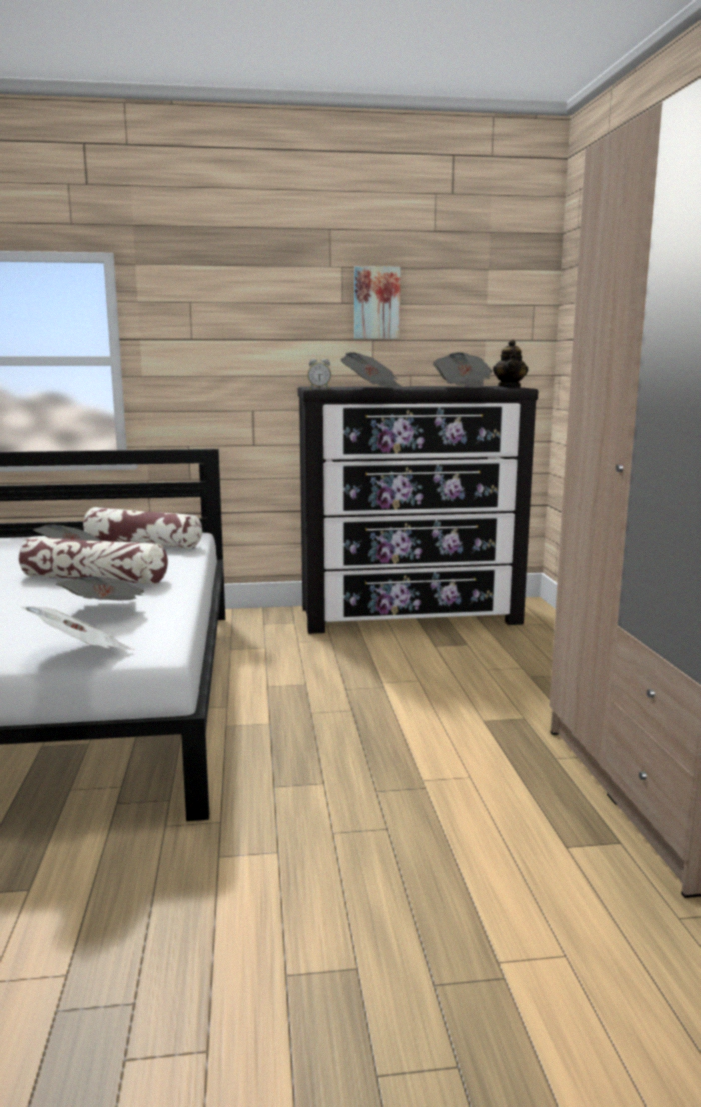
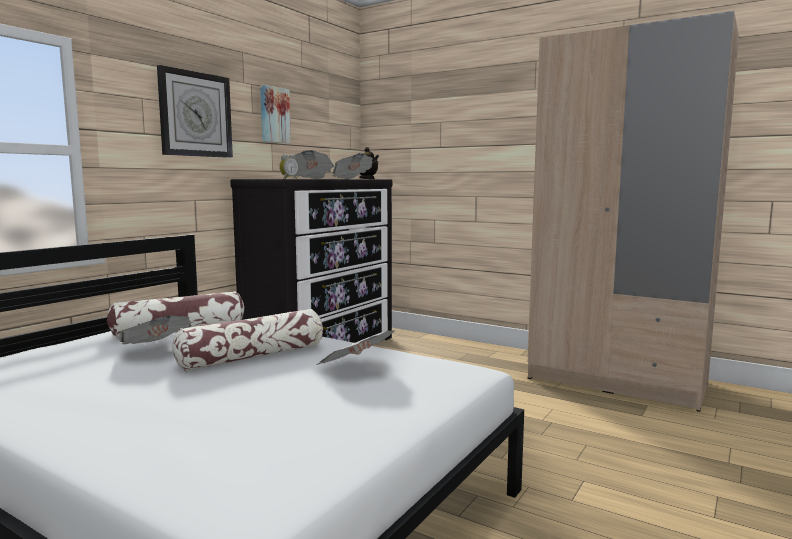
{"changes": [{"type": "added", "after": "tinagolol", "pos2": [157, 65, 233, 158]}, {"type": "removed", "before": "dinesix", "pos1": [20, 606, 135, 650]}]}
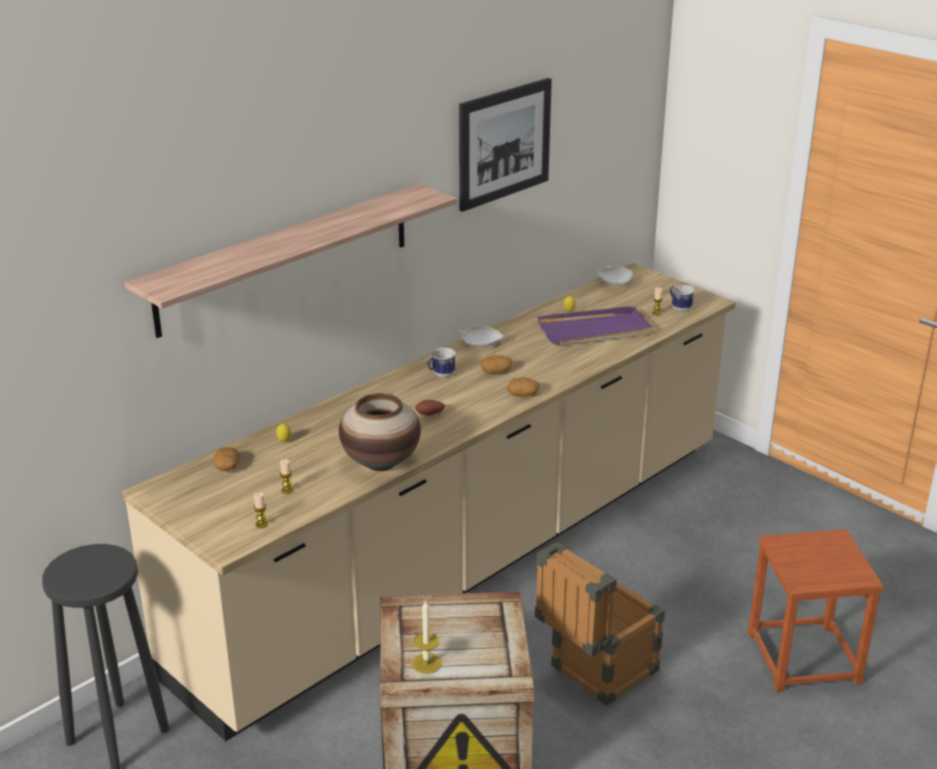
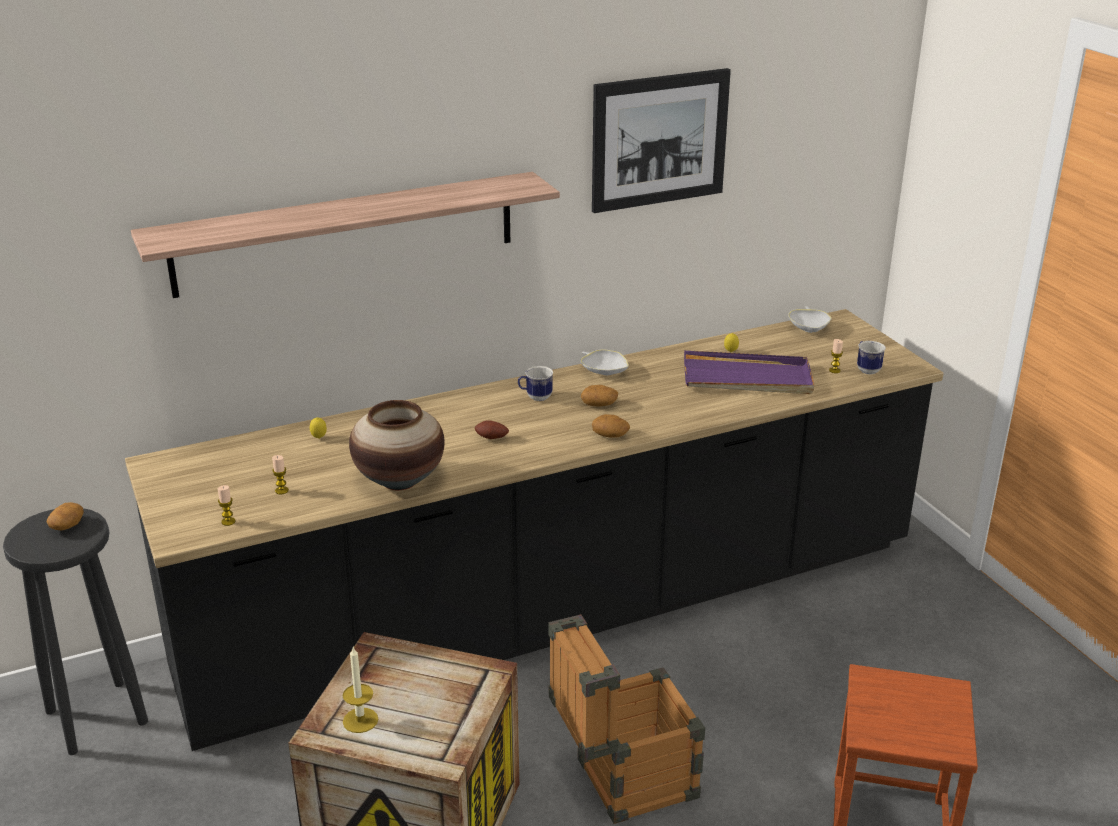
{"changes": [{"type": "moved", "before": "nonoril", "pos1": [213, 447, 240, 471], "pos2": [47, 502, 84, 530]}, {"type": "recoloured", "before": "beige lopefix", "after": "black lopefix", "pos1": [122, 263, 736, 741], "pos2": [125, 309, 944, 751]}]}
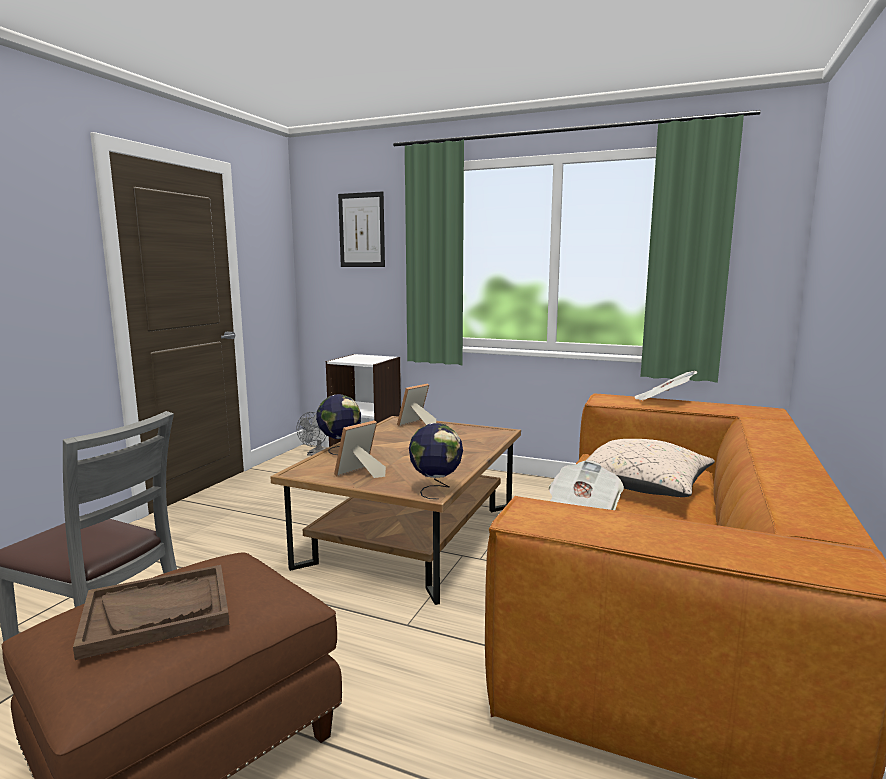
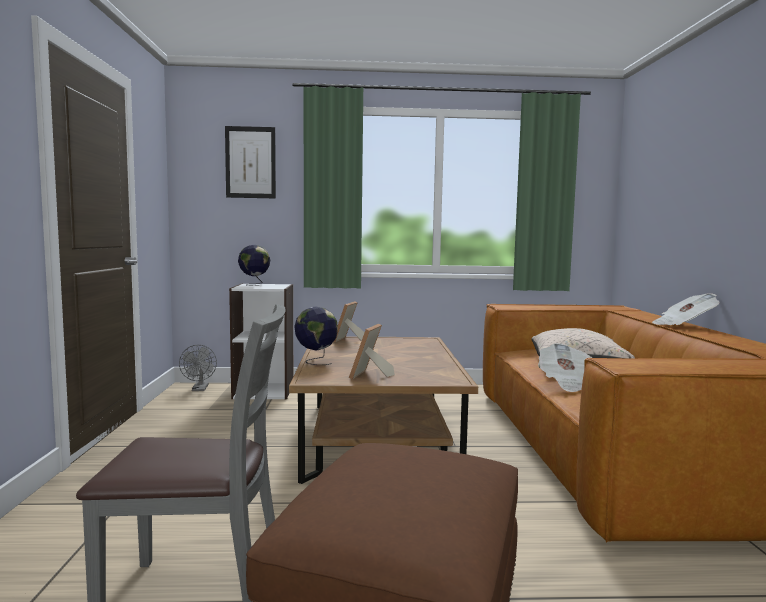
{"changes": [{"type": "moved", "before": "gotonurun", "pos1": [409, 423, 463, 499], "pos2": [238, 245, 270, 286]}, {"type": "moved", "before": "dinesix", "pos1": [634, 371, 697, 401], "pos2": [652, 293, 720, 325]}, {"type": "removed", "before": "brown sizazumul", "pos1": [73, 565, 229, 660]}]}
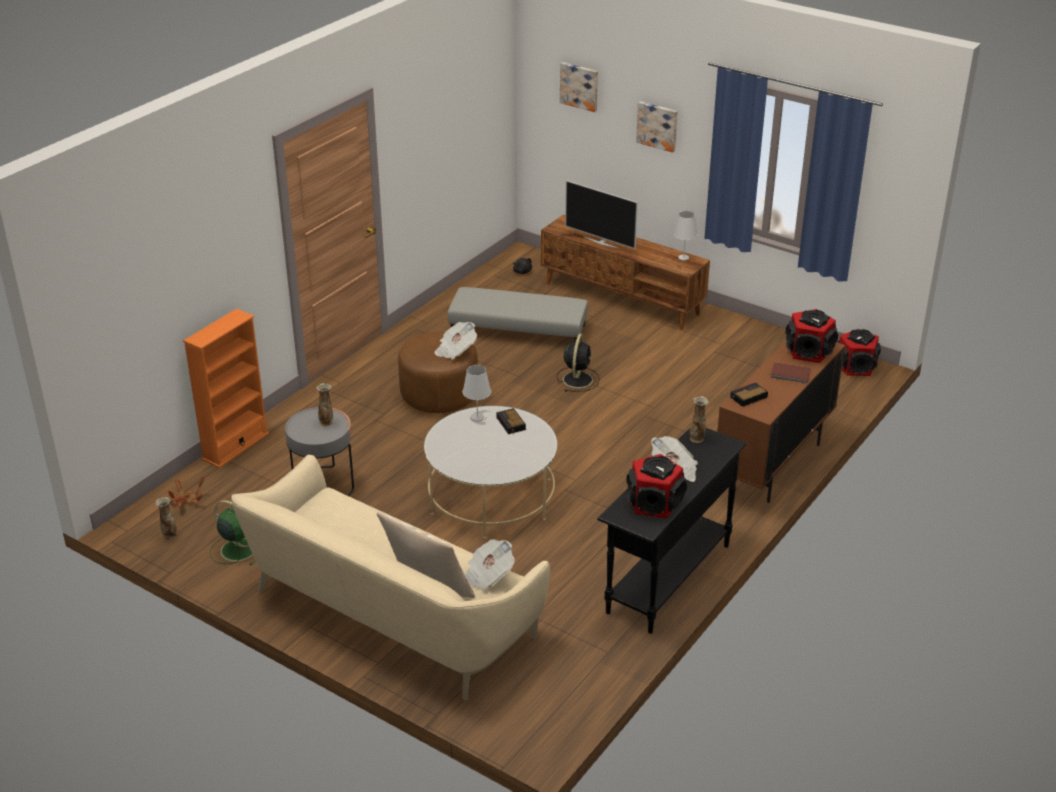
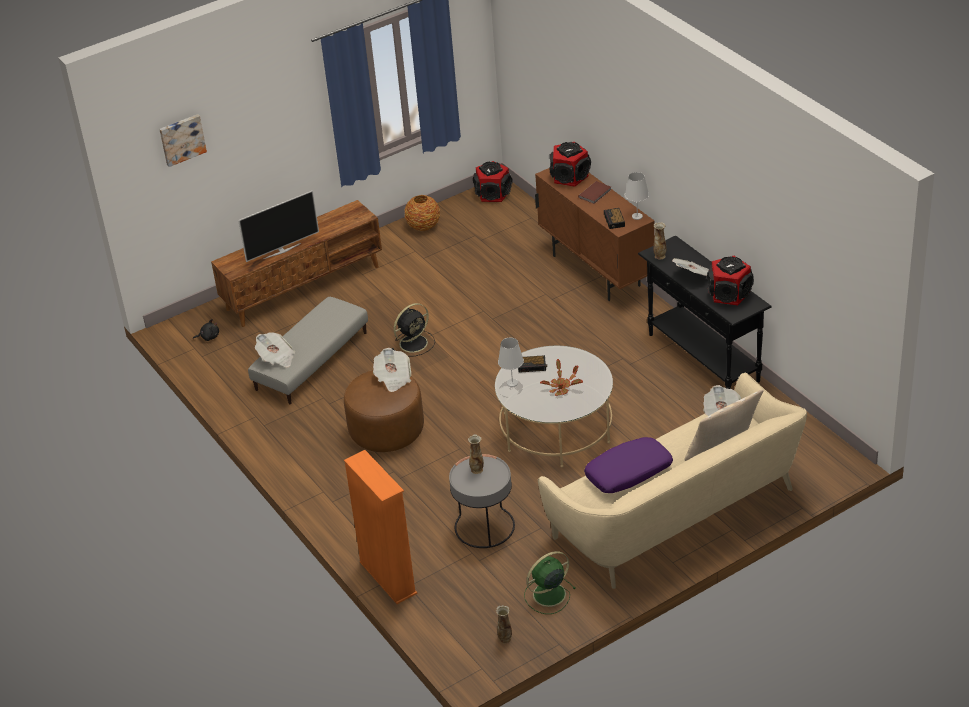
{"changes": [{"type": "added", "after": "dinesix", "pos2": [255, 332, 295, 367]}, {"type": "turned", "before": "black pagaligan", "pos1": [557, 334, 600, 392], "pos2": [392, 303, 435, 356], "turn": 105}, {"type": "added", "after": "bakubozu", "pos2": [404, 195, 440, 231]}, {"type": "moved", "before": "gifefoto", "pos1": [168, 477, 205, 507], "pos2": [540, 359, 583, 396]}, {"type": "added", "after": "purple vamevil", "pos2": [584, 437, 673, 493]}, {"type": "moved", "before": "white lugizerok", "pos1": [673, 211, 698, 260], "pos2": [625, 172, 649, 220]}, {"type": "removed", "before": "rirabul", "pos1": [636, 101, 678, 152]}]}
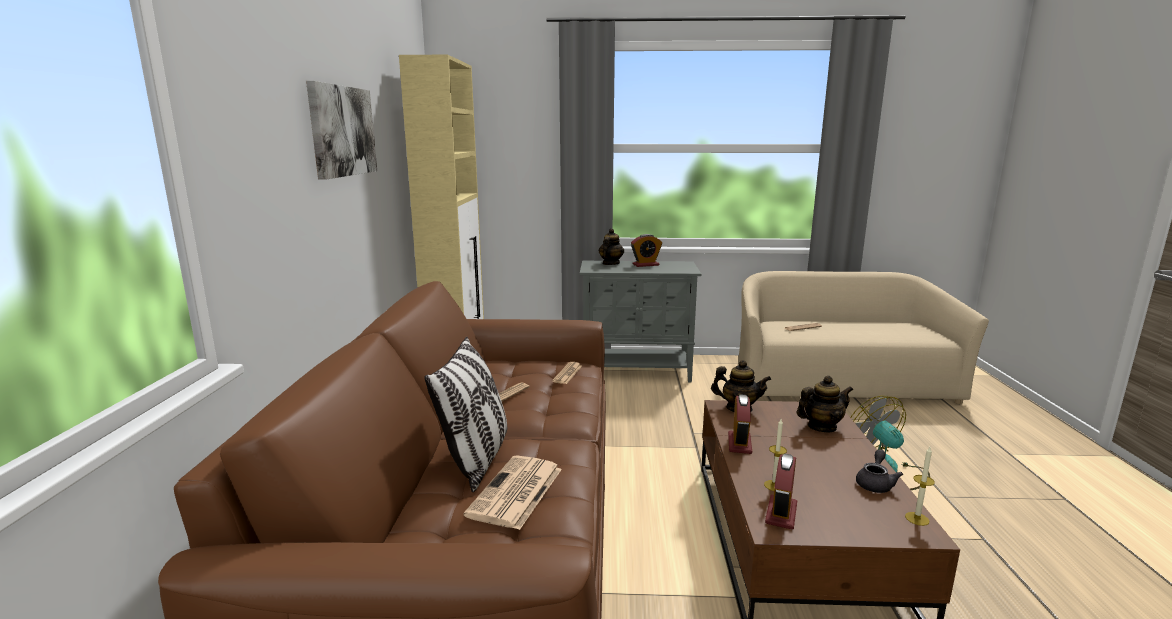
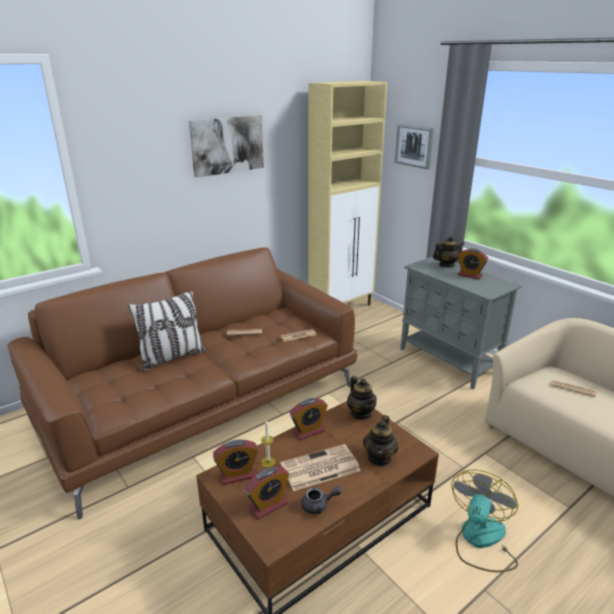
{"changes": [{"type": "added", "after": "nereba", "pos2": [244, 466, 289, 519]}, {"type": "moved", "before": "dinesix", "pos1": [464, 455, 562, 530], "pos2": [280, 444, 361, 491]}, {"type": "turned", "before": "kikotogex", "pos1": [797, 375, 853, 433], "pos2": [363, 415, 399, 467], "turn": 75}, {"type": "added", "after": "rirabul", "pos2": [395, 124, 434, 169]}, {"type": "removed", "before": "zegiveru", "pos1": [905, 447, 935, 526]}]}
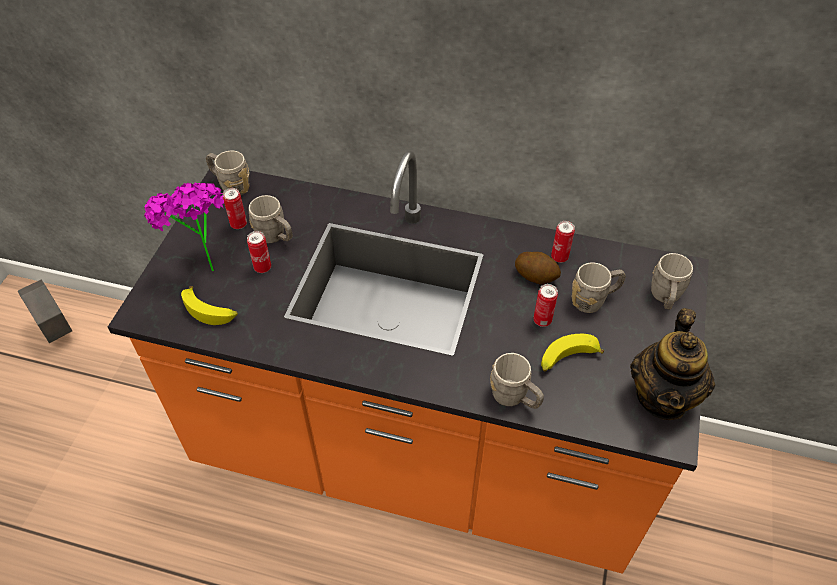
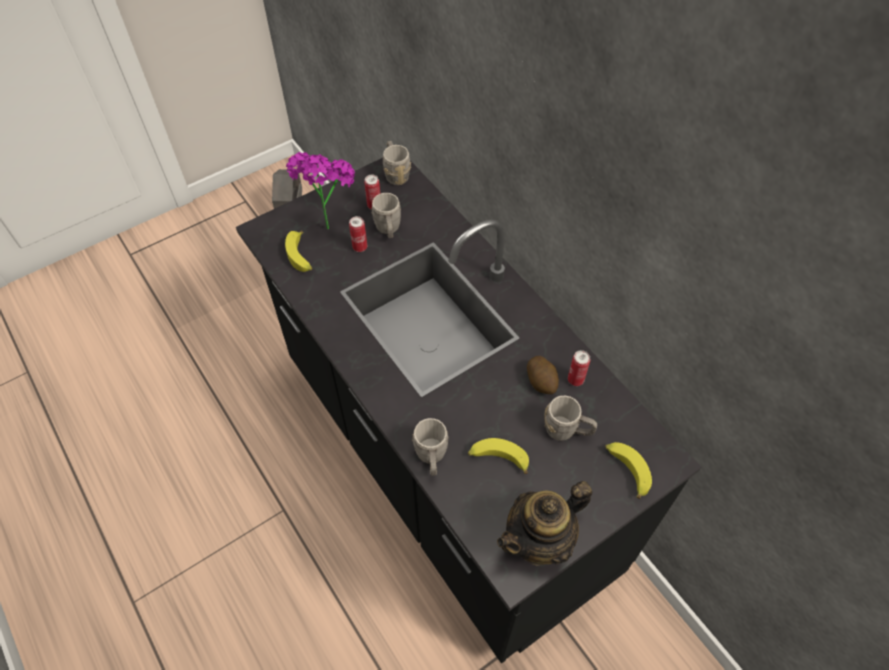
{"changes": [{"type": "recoloured", "before": "orange lopefix", "after": "black lopefix", "pos1": [108, 151, 709, 574], "pos2": [236, 158, 701, 663]}, {"type": "replaced", "before": "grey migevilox", "after": "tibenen", "pos1": [651, 253, 693, 310], "pos2": [605, 442, 652, 499]}, {"type": "removed", "before": "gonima", "pos1": [533, 284, 558, 327]}]}
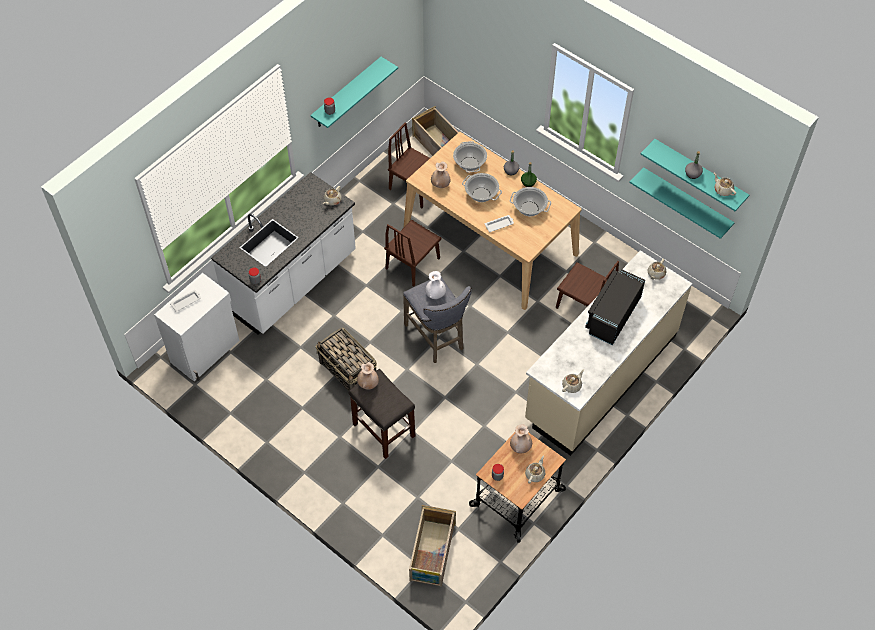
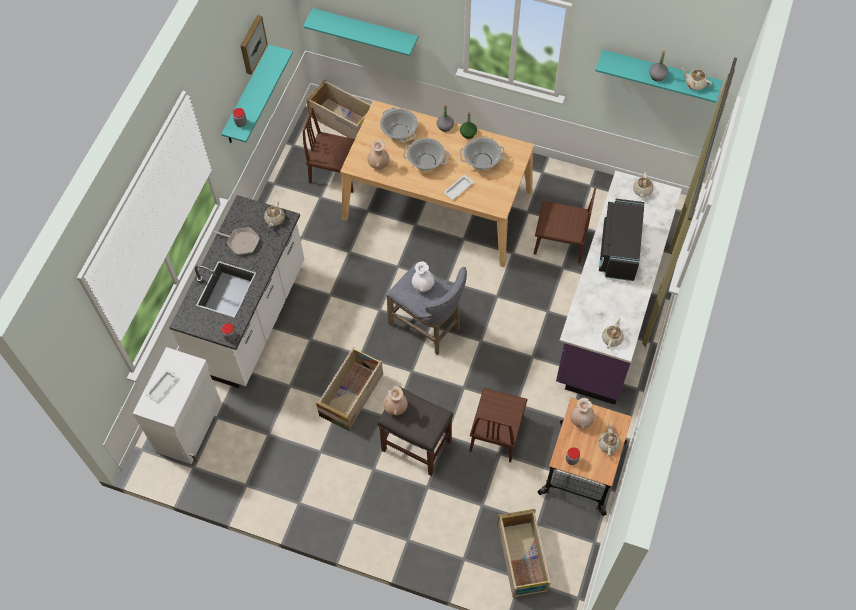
{"changes": [{"type": "added", "after": "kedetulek", "pos2": [212, 227, 260, 255]}, {"type": "added", "after": "rirabul", "pos2": [240, 15, 268, 75]}, {"type": "moved", "before": "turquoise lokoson", "pos1": [629, 167, 735, 239], "pos2": [303, 8, 418, 56]}, {"type": "replaced", "before": "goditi", "after": "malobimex", "pos1": [315, 328, 377, 391], "pos2": [316, 347, 383, 431]}, {"type": "moved", "before": "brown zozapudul", "pos1": [384, 220, 441, 287], "pos2": [469, 388, 528, 463]}, {"type": "recoloured", "before": "beige lopefix", "after": "purple lopefix", "pos1": [525, 250, 692, 456], "pos2": [556, 171, 682, 405]}]}
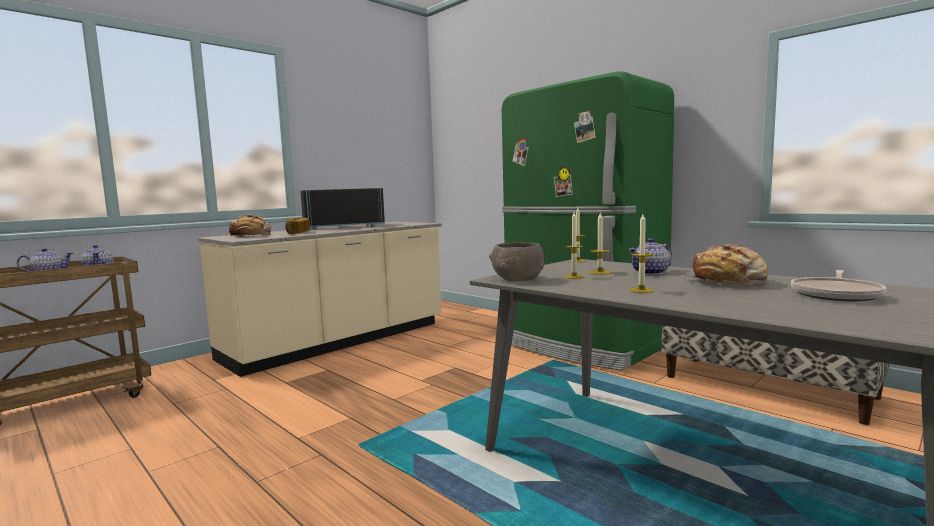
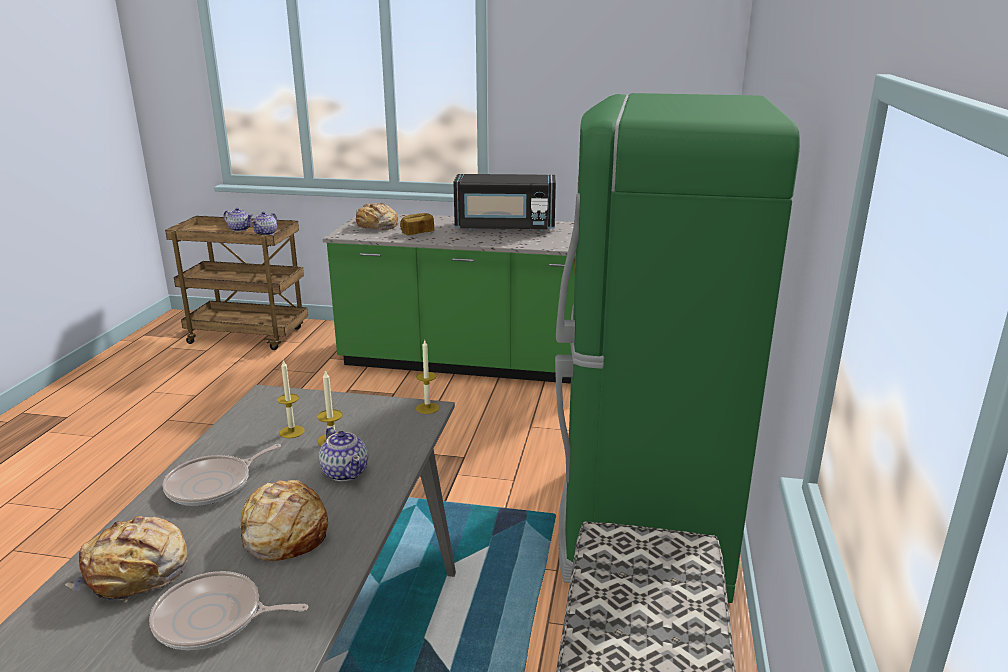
{"changes": [{"type": "added", "after": "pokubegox", "pos2": [65, 516, 188, 603]}, {"type": "replaced", "before": "zegiveru", "after": "kedetulek", "pos1": [629, 214, 654, 293], "pos2": [162, 444, 281, 506]}, {"type": "turned", "before": "kikotogex", "pos1": [629, 238, 672, 275], "pos2": [319, 427, 368, 481], "turn": -150}, {"type": "recoloured", "before": "beige lopefix", "after": "green lopefix", "pos1": [198, 222, 442, 377], "pos2": [323, 214, 576, 384]}, {"type": "turned", "before": "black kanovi", "pos1": [300, 188, 385, 230], "pos2": [453, 174, 556, 231], "turn": 150}, {"type": "removed", "before": "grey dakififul", "pos1": [489, 242, 544, 281]}]}
